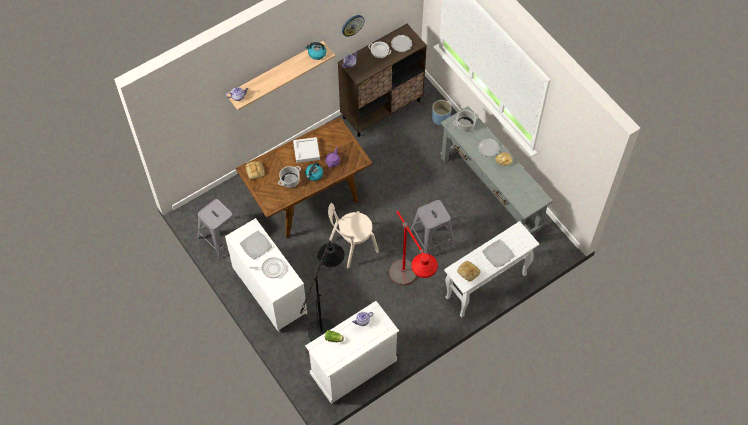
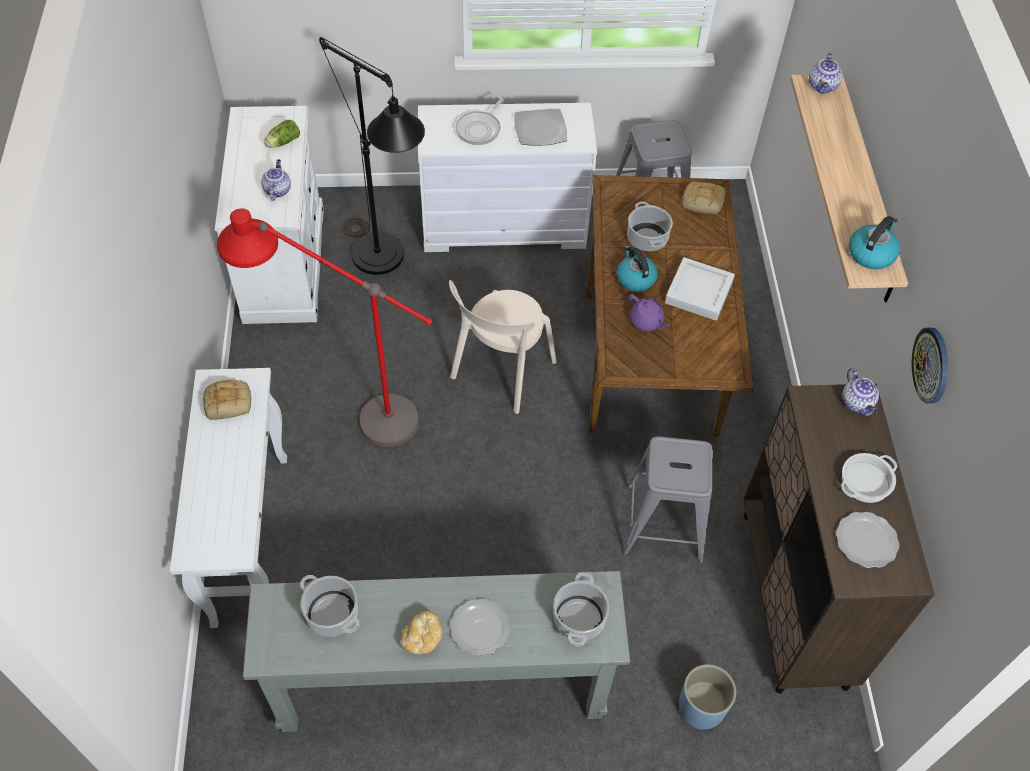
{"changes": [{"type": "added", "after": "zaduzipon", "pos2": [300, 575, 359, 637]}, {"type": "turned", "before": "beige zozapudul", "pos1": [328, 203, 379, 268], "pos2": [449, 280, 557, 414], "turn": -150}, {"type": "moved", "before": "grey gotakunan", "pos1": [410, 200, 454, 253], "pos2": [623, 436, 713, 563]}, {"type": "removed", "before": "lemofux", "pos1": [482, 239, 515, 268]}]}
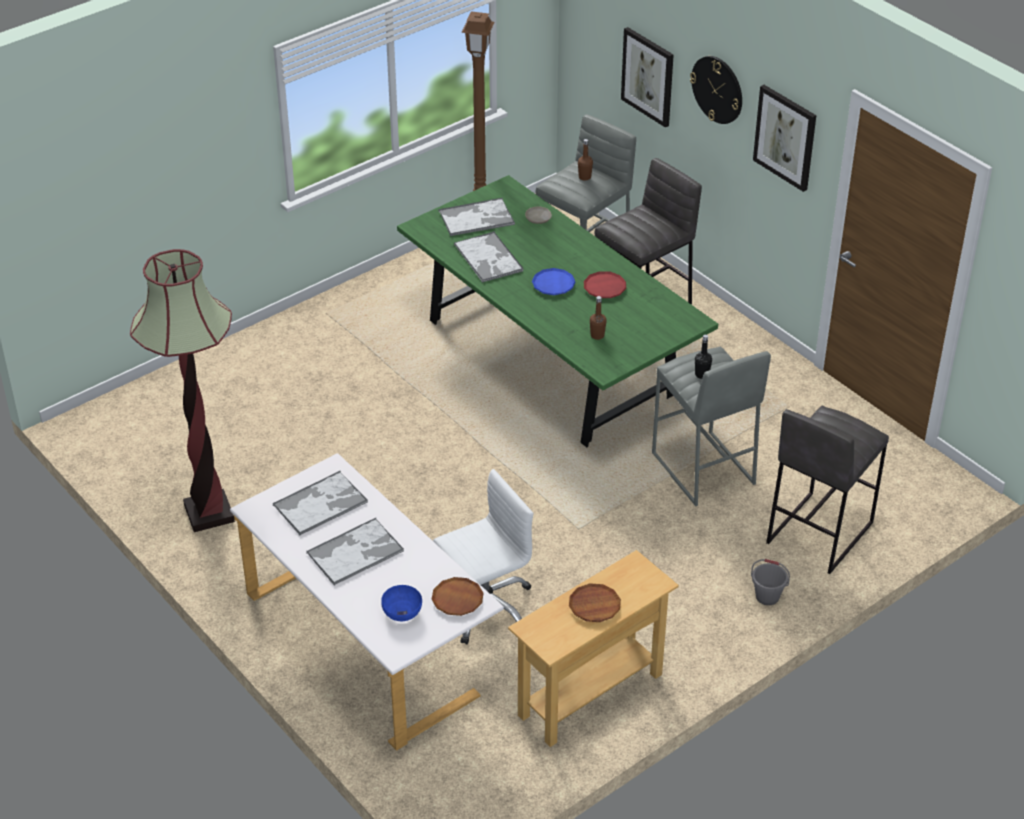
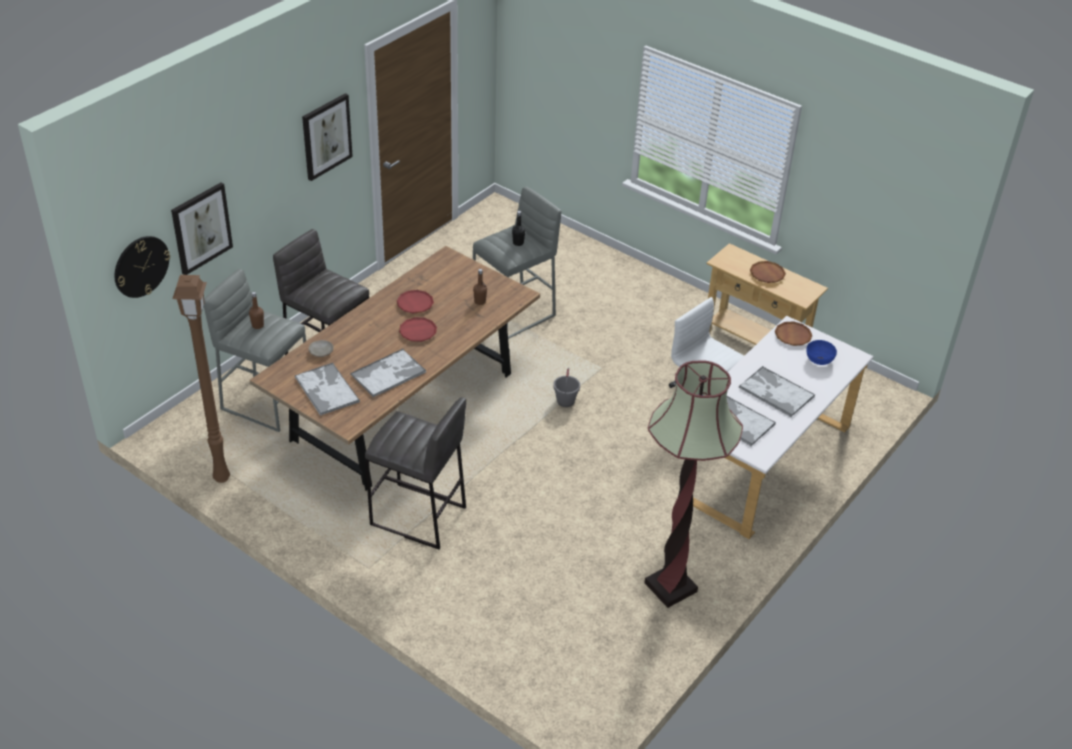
{"changes": [{"type": "moved", "before": "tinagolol", "pos1": [690, 56, 742, 124], "pos2": [115, 236, 170, 298]}, {"type": "recoloured", "before": "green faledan", "after": "brown faledan", "pos1": [397, 175, 718, 447], "pos2": [250, 246, 540, 491]}, {"type": "moved", "before": "grey gotakunan", "pos1": [766, 406, 889, 574], "pos2": [365, 397, 466, 549]}, {"type": "recoloured", "before": "blue lemofux", "after": "red lemofux", "pos1": [532, 268, 576, 295], "pos2": [399, 317, 437, 342]}, {"type": "moved", "before": "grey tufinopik", "pos1": [751, 559, 790, 605], "pos2": [553, 368, 580, 407]}]}
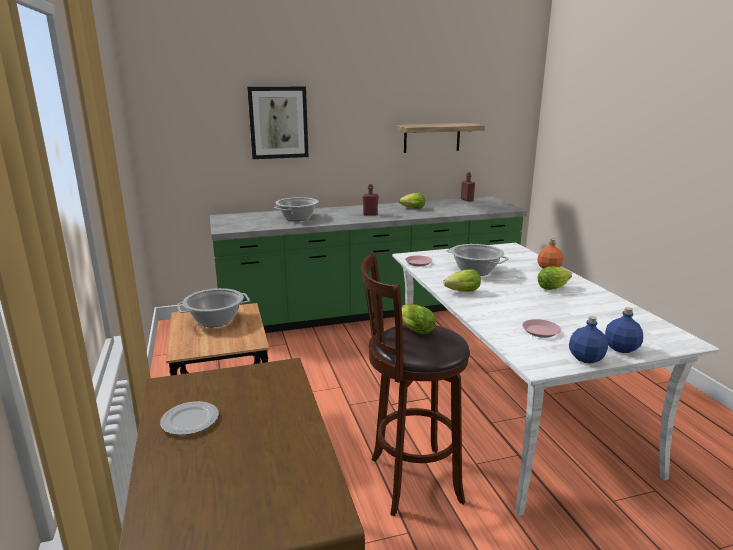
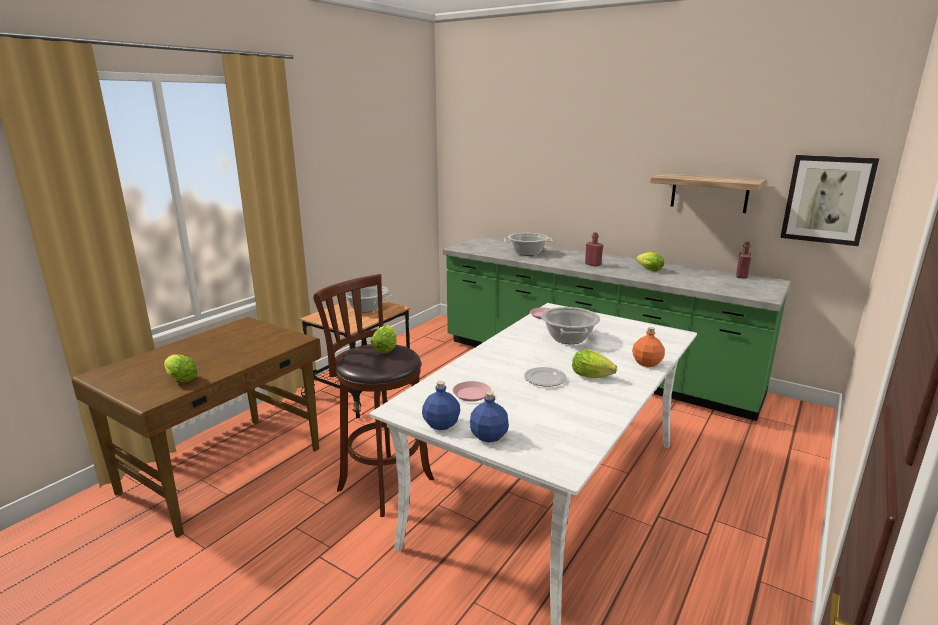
{"changes": [{"type": "moved", "before": "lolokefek", "pos1": [443, 269, 481, 292], "pos2": [164, 354, 198, 382]}, {"type": "moved", "before": "lemofux", "pos1": [160, 401, 219, 435], "pos2": [524, 367, 567, 387]}, {"type": "moved", "before": "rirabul", "pos1": [247, 86, 309, 159], "pos2": [780, 155, 879, 246]}]}
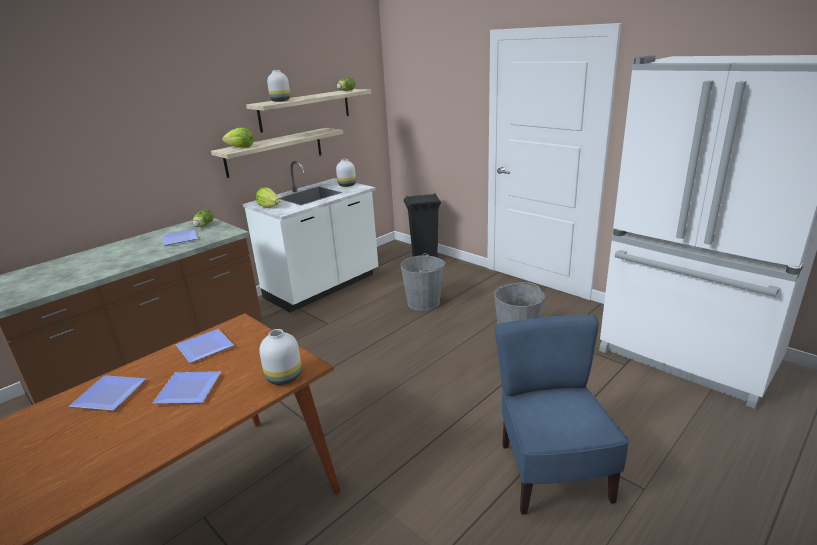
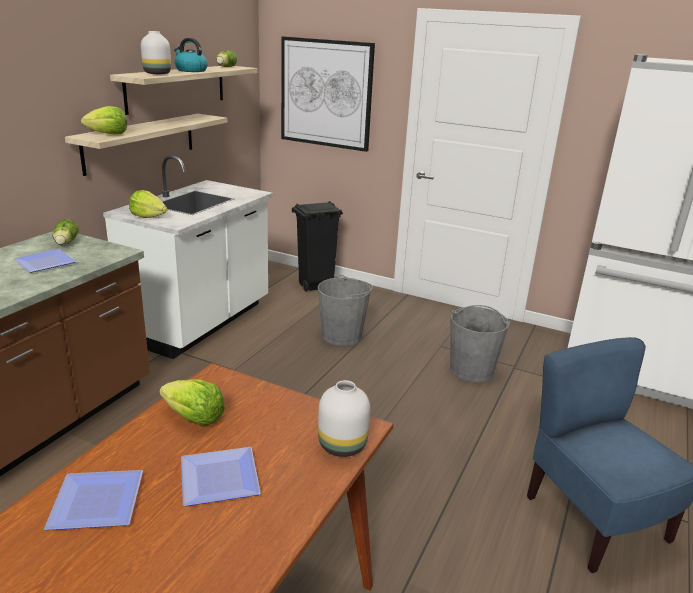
{"changes": [{"type": "replaced", "before": "lemofux", "after": "lolokefek", "pos1": [176, 329, 234, 363], "pos2": [159, 380, 225, 426]}, {"type": "added", "after": "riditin", "pos2": [174, 38, 208, 72]}, {"type": "added", "after": "rirabul", "pos2": [281, 36, 375, 152]}, {"type": "removed", "before": "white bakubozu", "pos1": [336, 159, 356, 187]}]}
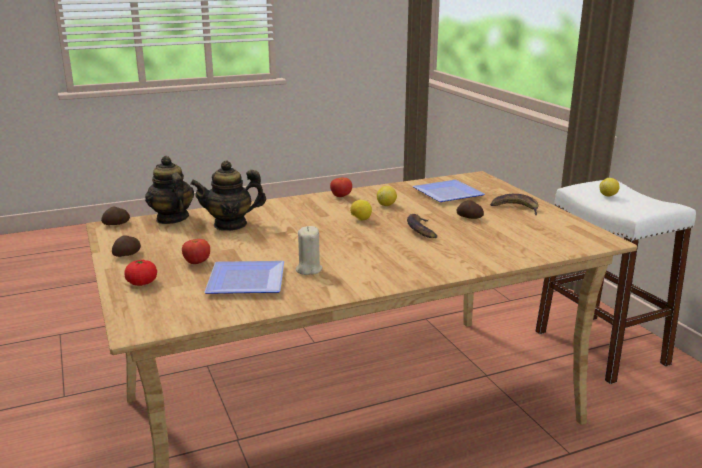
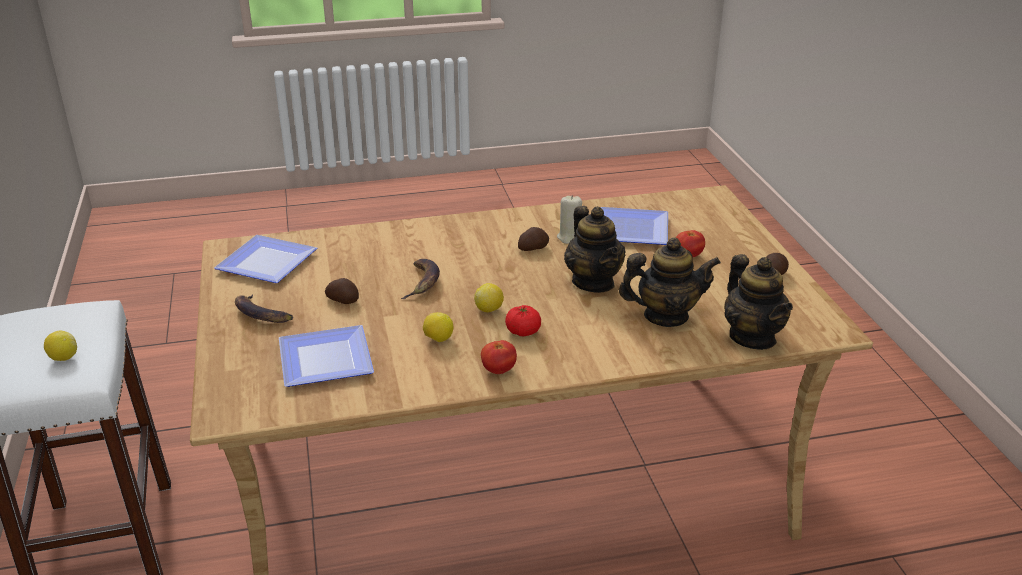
{"changes": [{"type": "added", "after": "lemofux", "pos2": [214, 235, 317, 283]}, {"type": "moved", "before": "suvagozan", "pos1": [124, 260, 157, 286], "pos2": [505, 305, 541, 336]}, {"type": "moved", "before": "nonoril", "pos1": [101, 207, 130, 225], "pos2": [518, 227, 549, 251]}, {"type": "added", "after": "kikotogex", "pos2": [564, 206, 626, 293]}]}
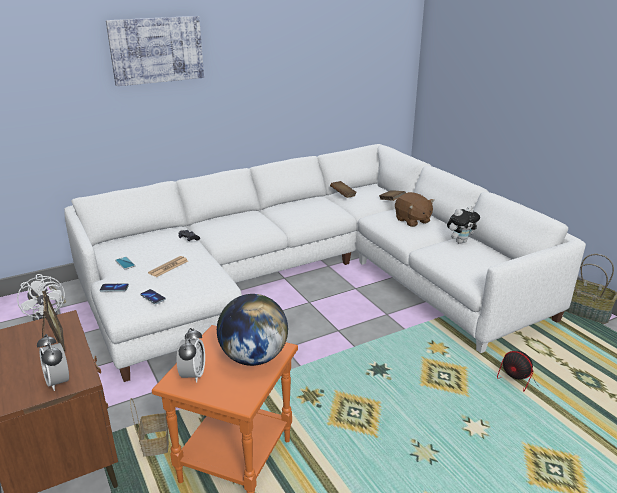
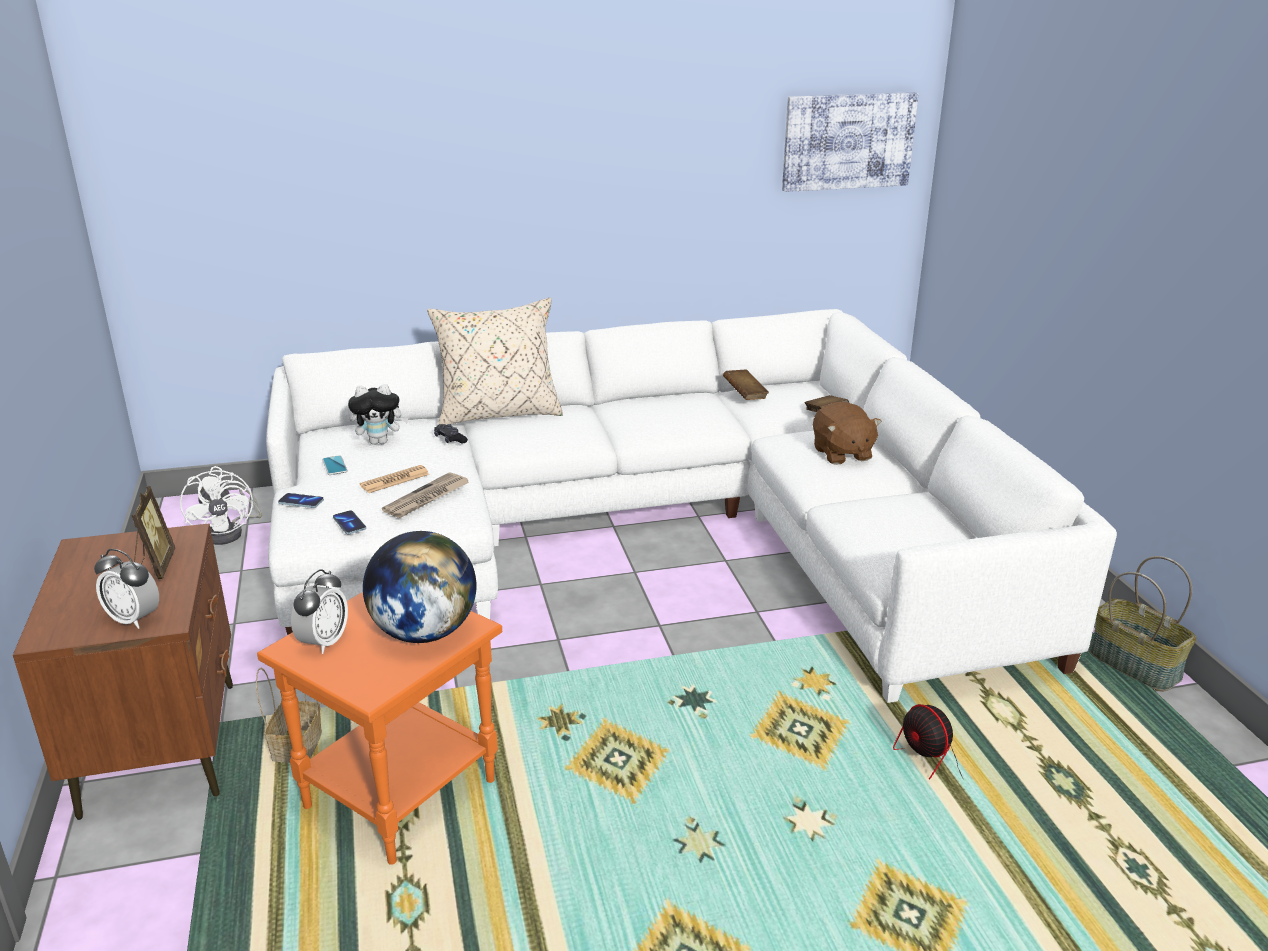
{"changes": [{"type": "turned", "before": "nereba", "pos1": [37, 334, 69, 391], "pos2": [94, 549, 159, 629], "turn": -45}, {"type": "moved", "before": "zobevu", "pos1": [447, 206, 480, 244], "pos2": [348, 384, 409, 445]}, {"type": "added", "after": "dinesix", "pos2": [382, 472, 469, 518]}, {"type": "added", "after": "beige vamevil", "pos2": [427, 298, 563, 425]}, {"type": "moved", "before": "rirabul", "pos1": [106, 16, 204, 86], "pos2": [782, 92, 919, 192]}]}
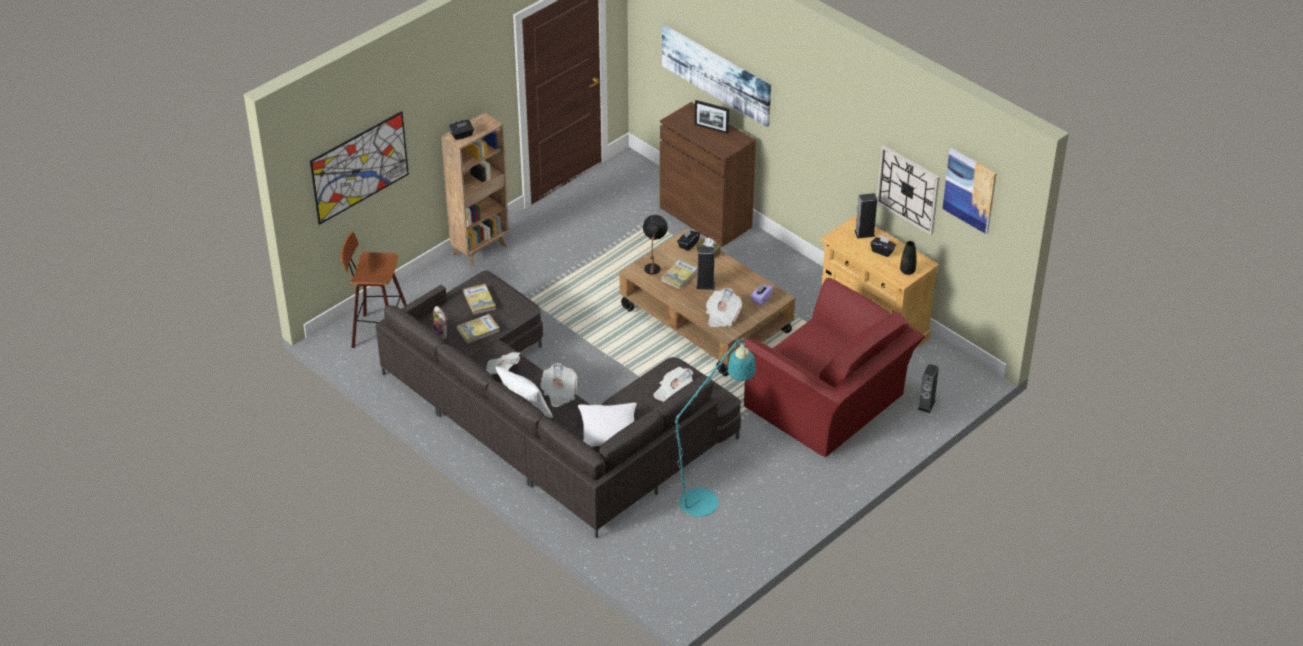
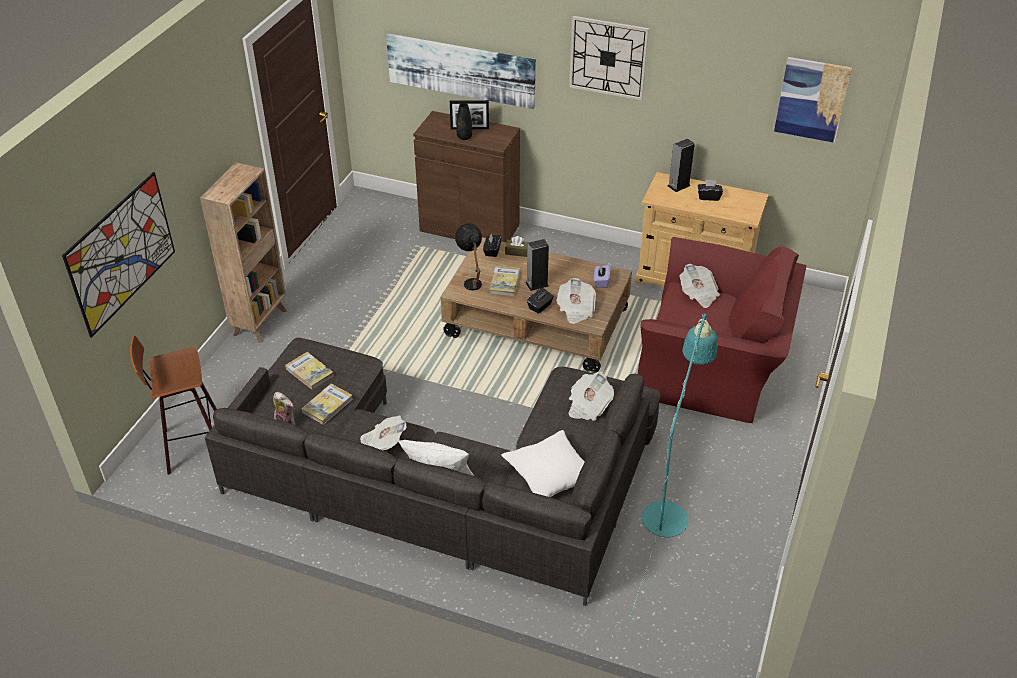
{"changes": [{"type": "moved", "before": "black bakubozu", "pos1": [900, 241, 917, 275], "pos2": [457, 103, 472, 140]}, {"type": "moved", "before": "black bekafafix", "pos1": [449, 120, 474, 140], "pos2": [527, 288, 554, 314]}, {"type": "moved", "before": "tinagolol", "pos1": [877, 145, 940, 235], "pos2": [569, 16, 649, 101]}, {"type": "moved", "before": "dinesix", "pos1": [540, 363, 578, 407], "pos2": [679, 264, 720, 308]}, {"type": "removed", "before": "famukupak", "pos1": [918, 364, 939, 413]}]}
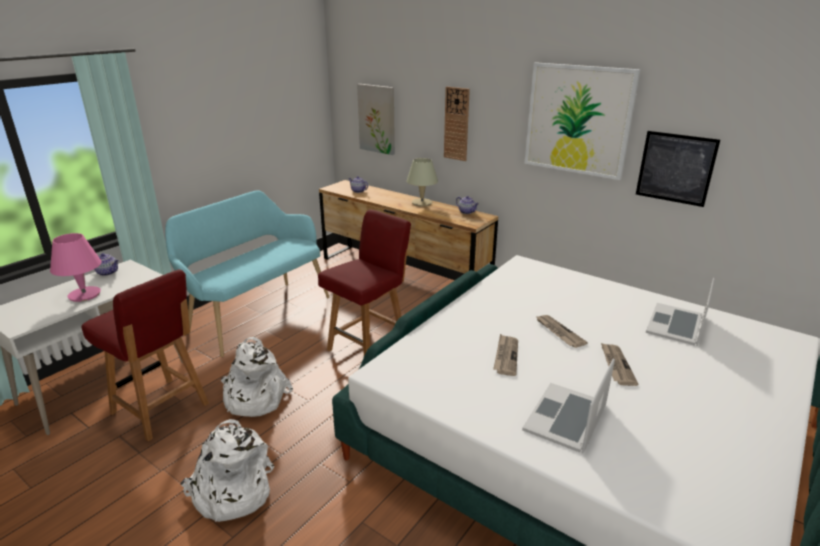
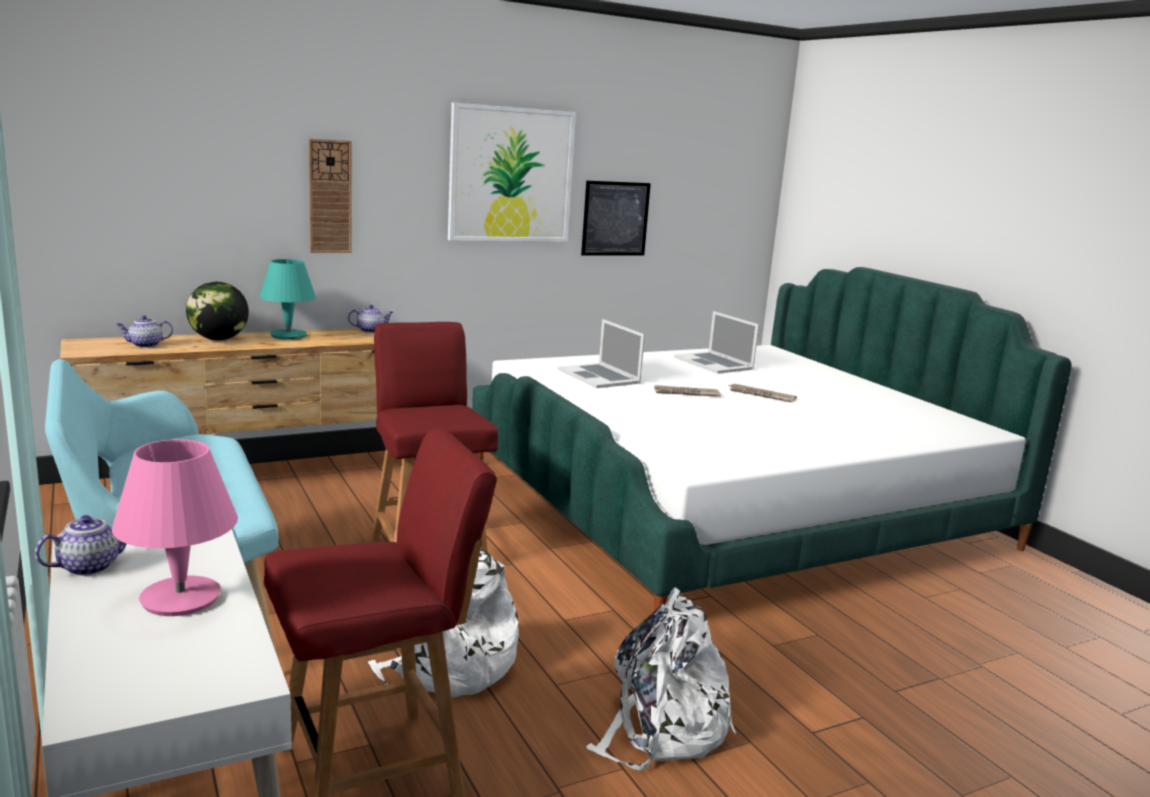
{"changes": [{"type": "added", "after": "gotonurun", "pos2": [186, 282, 249, 340]}, {"type": "recoloured", "before": "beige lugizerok", "after": "turquoise lugizerok", "pos1": [406, 158, 438, 206], "pos2": [260, 259, 316, 340]}, {"type": "moved", "before": "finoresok", "pos1": [522, 358, 615, 454], "pos2": [557, 319, 645, 388]}, {"type": "removed", "before": "rirabul", "pos1": [357, 84, 395, 155]}, {"type": "removed", "before": "dinesix", "pos1": [493, 334, 518, 376]}]}
